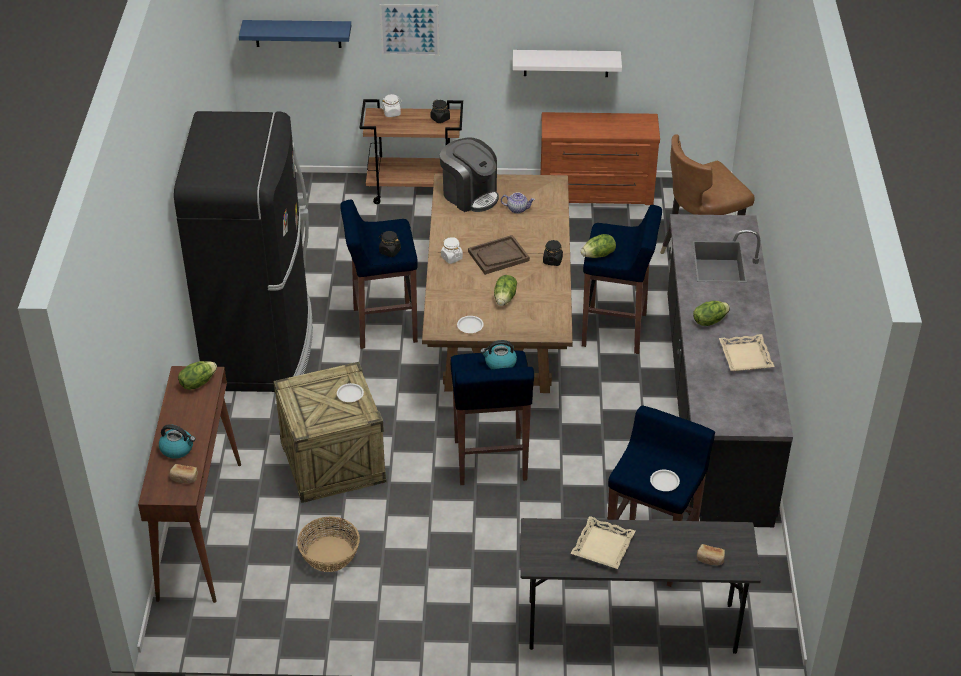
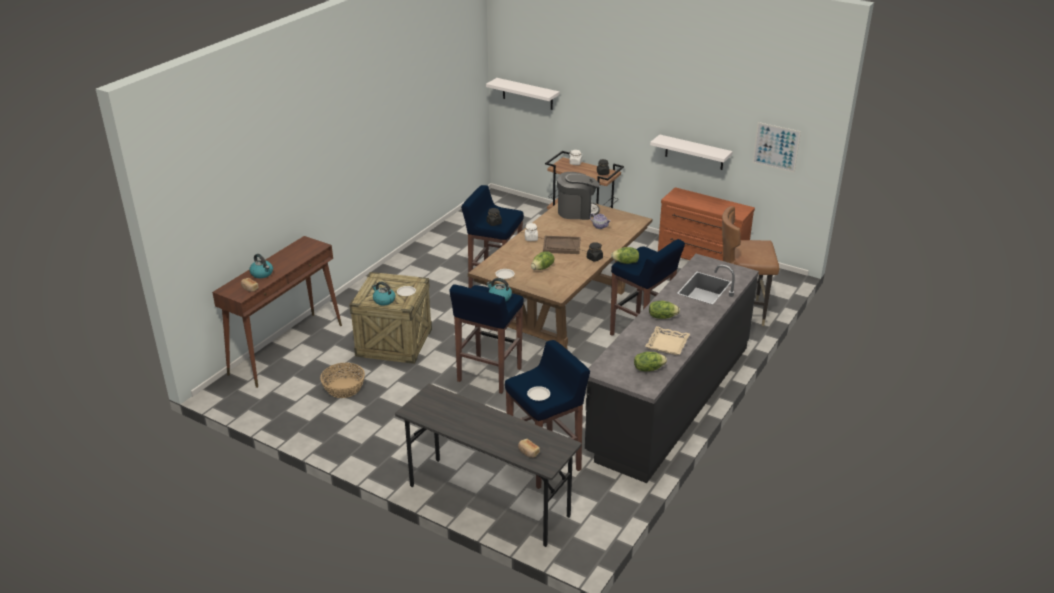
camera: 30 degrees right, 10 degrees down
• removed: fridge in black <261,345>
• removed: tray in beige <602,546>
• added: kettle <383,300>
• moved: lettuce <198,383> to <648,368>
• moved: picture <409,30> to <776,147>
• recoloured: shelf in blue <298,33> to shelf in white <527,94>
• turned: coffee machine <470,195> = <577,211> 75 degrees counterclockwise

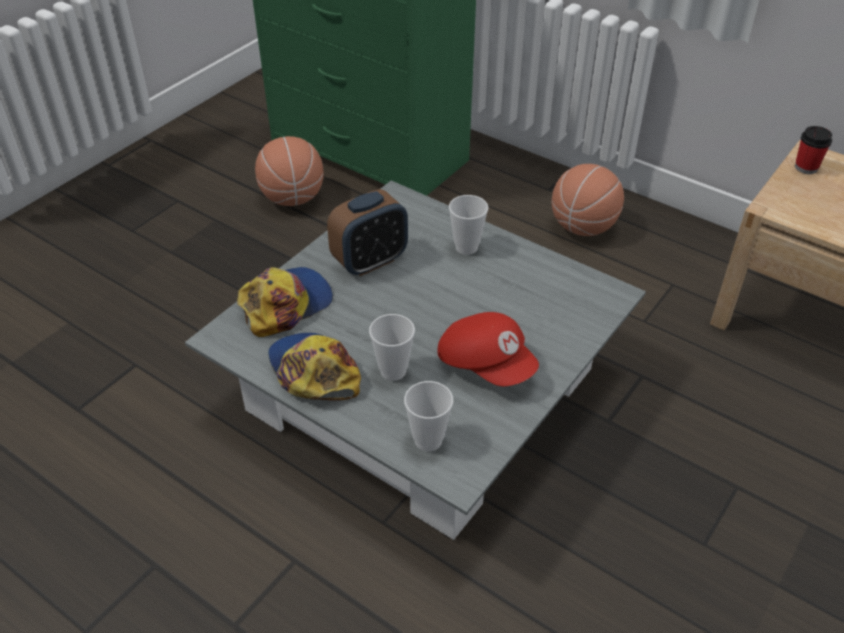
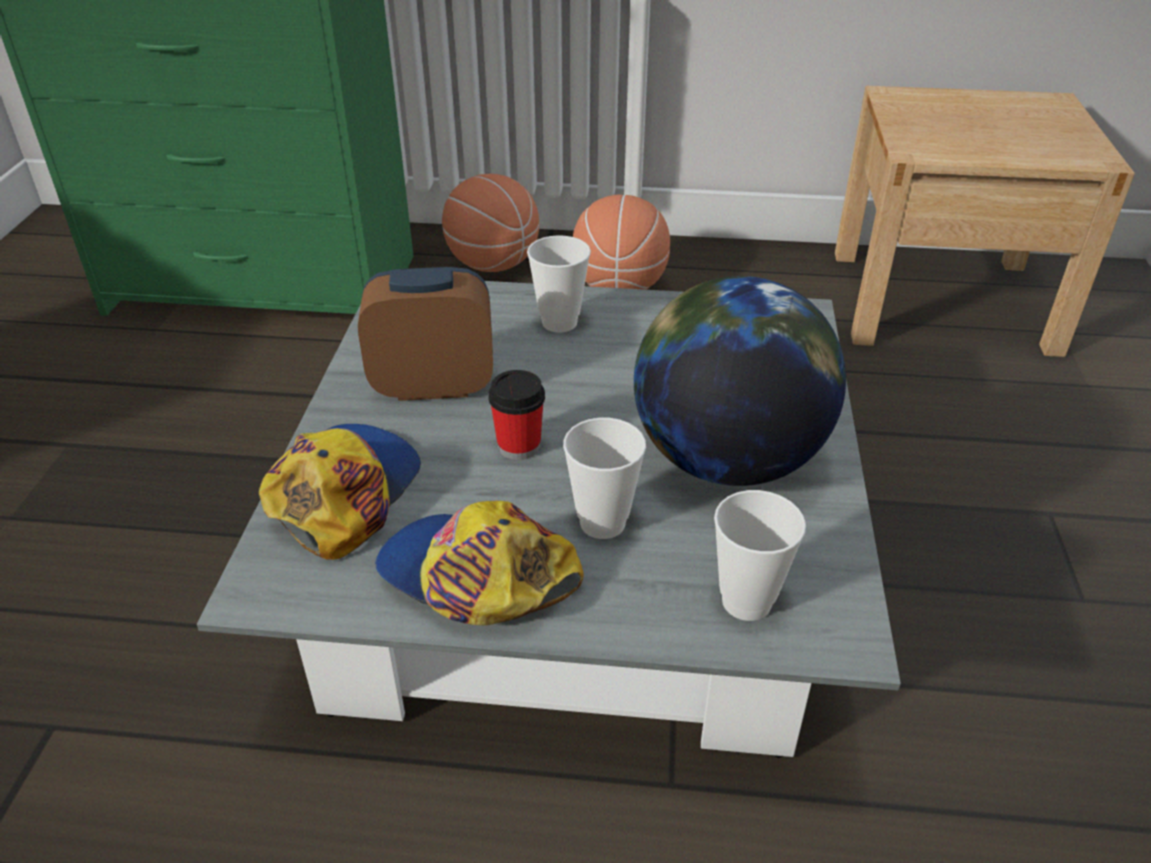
camera: 30 degrees left, 5 degrees down
• moved: basketball <292,198> to <492,264>
• moved: cup <806,167> to <519,446>
• replaced: cap in red <486,364> to globe <727,459>
• turned: alarm clock <370,261> = <433,385> 120 degrees counterclockwise

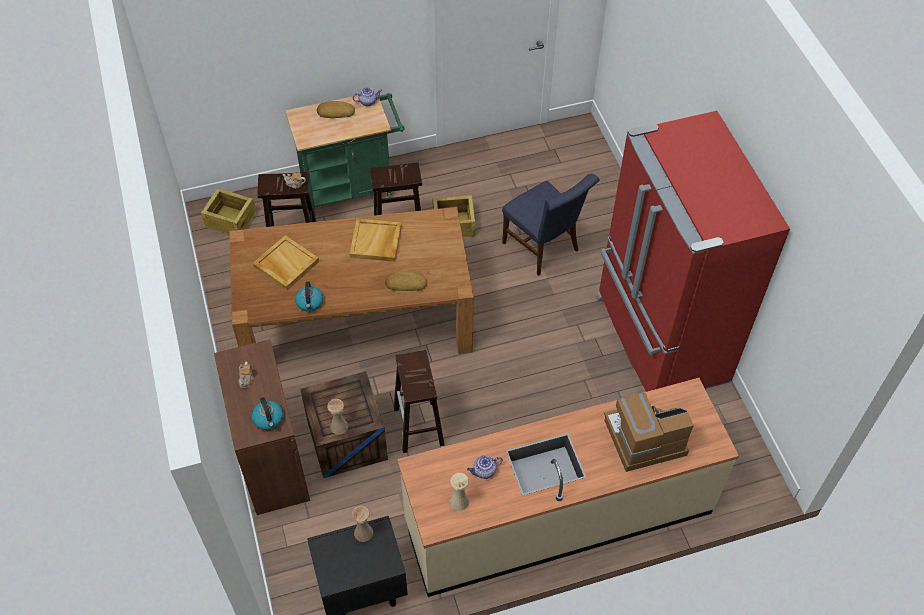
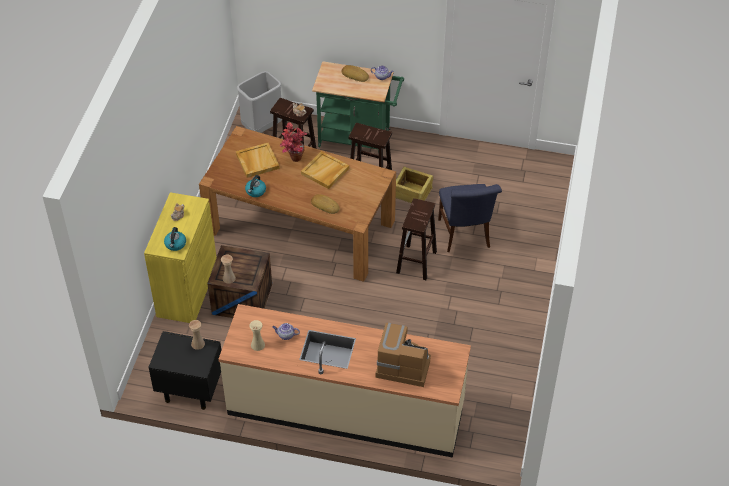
camera: 30 degrees right, 5 degrees down
• removed: fridge in red <658,340>
• added: potted plant <293,160>
• moved: stool in brown <419,427> to <416,263>
• replaced: crate <230,219> to trash can in grey <262,127>
• recoloured: cabinet in brown <272,461> to cabinet in yellow <187,290>

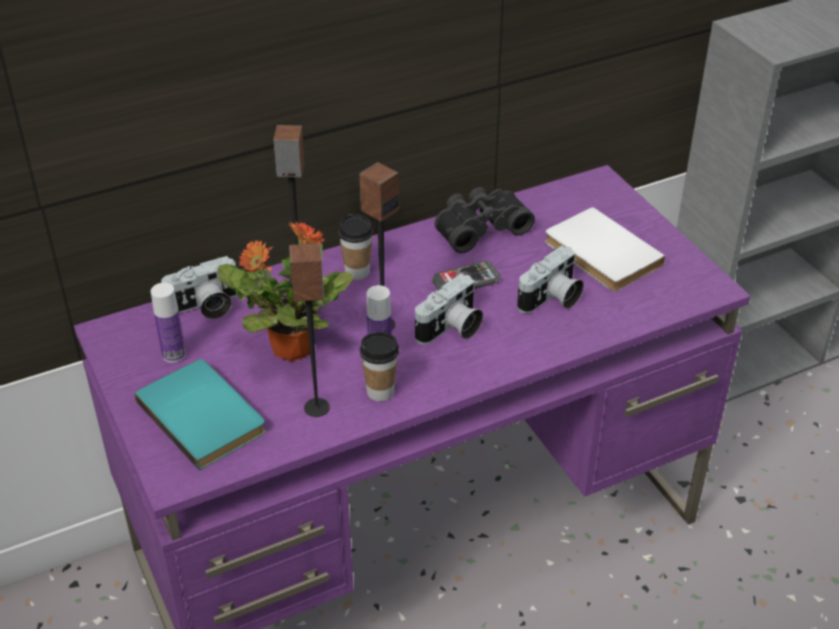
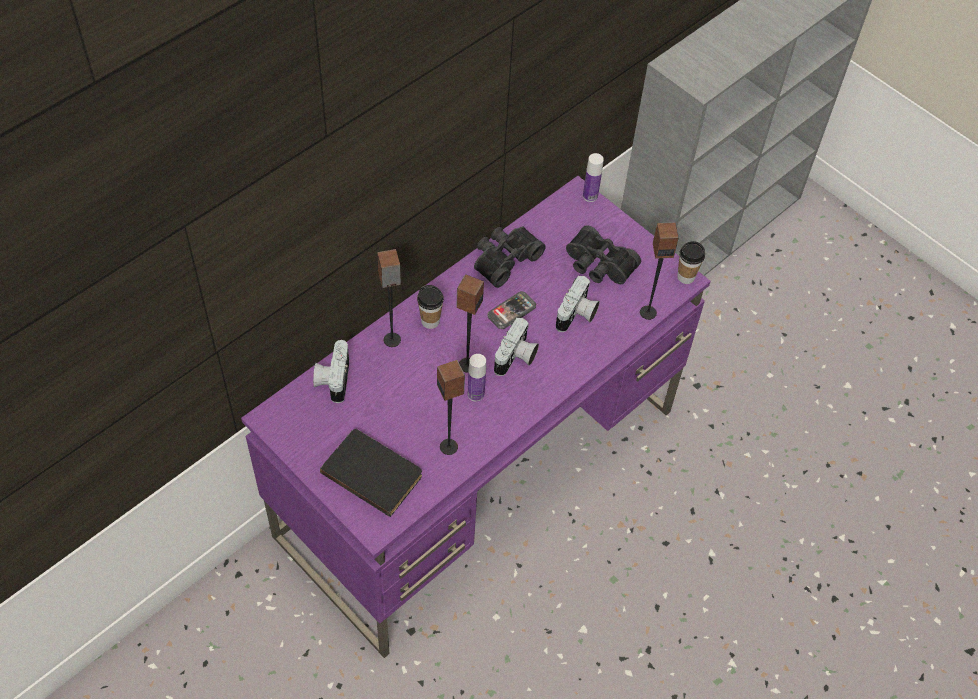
camera: 20 degrees left, 15 degrees up
• removed: potted plant <290,348>
• added: speaker <648,312>
• moved: bottle <174,354> to <590,196>
• moved: cup <380,392> to <686,277>
• replaced: book in white <599,254> to binoculars in black <598,266>
• recoloured: book in turquoise <205,415> to book in black <374,472>
• turned: photo camera <206,307> = <332,378> 135 degrees clockwise

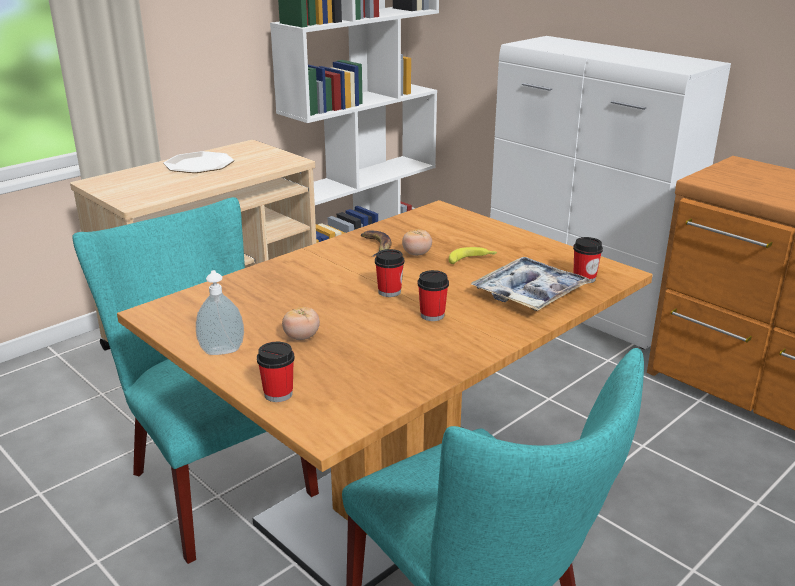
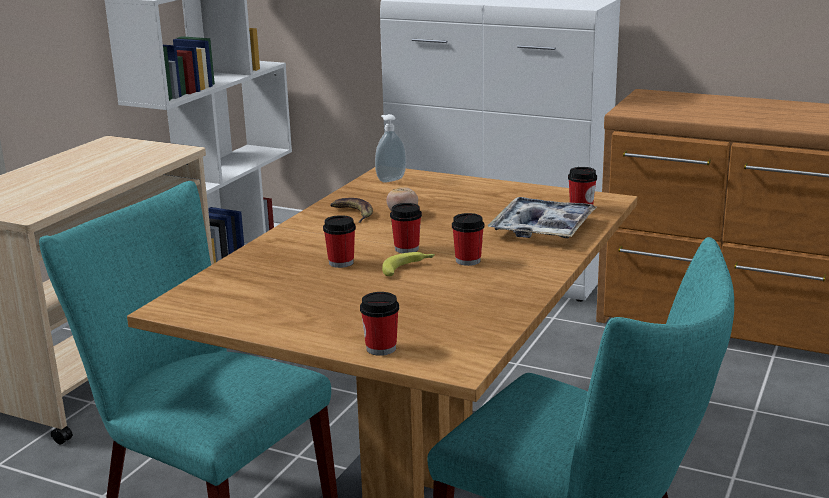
camera: 20 degrees left, 5 degrees down
• removed: plate <199,164>
• removed: tomato <301,337>
• added: cup <341,262>
• moved: soap dispenser <222,350> to <390,179>
• moved: banana <472,260> to <408,268>

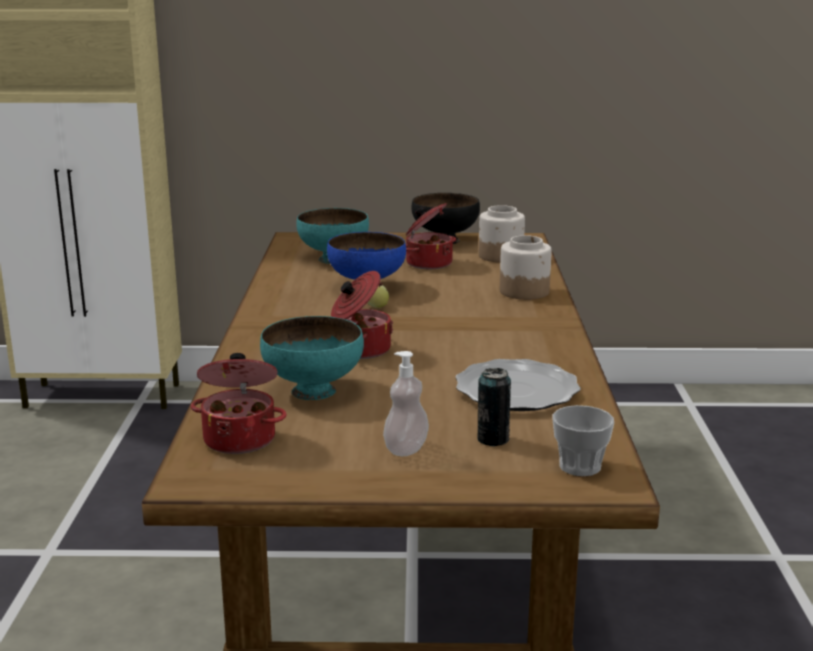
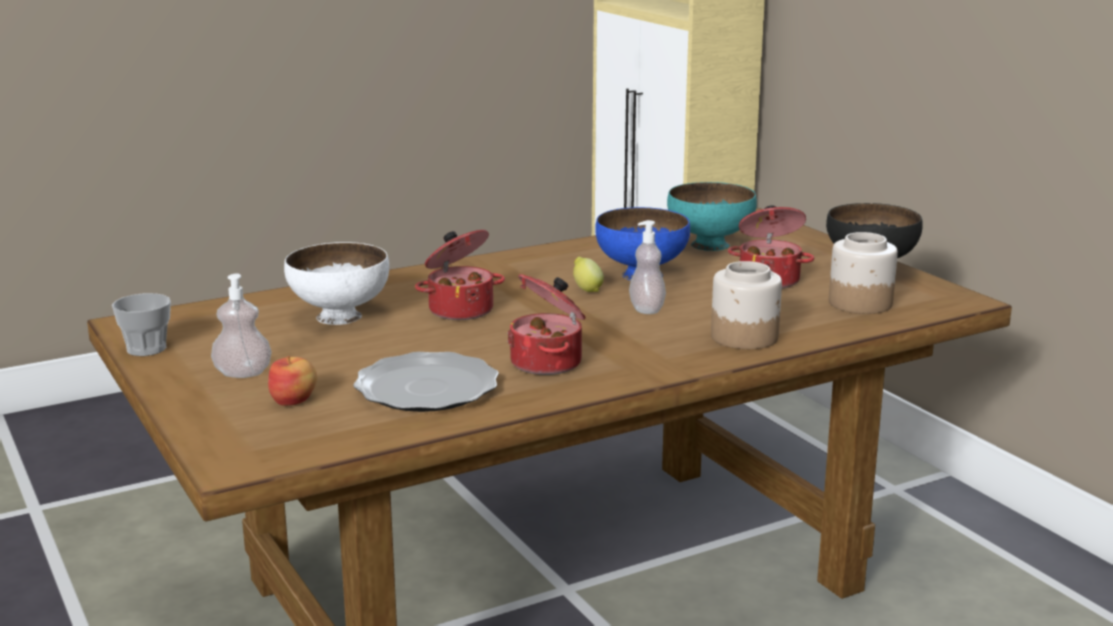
camera: 60 degrees right, 0 degrees up
• added: soap dispenser <646,309>
• moved: cooking pot <240,439> to <548,363>
• moved: cup <580,466> to <146,349>
• replaced: can <493,439> to apple <294,400>
• recoloured: bowl in turquoise <314,390> to bowl in white <340,317>

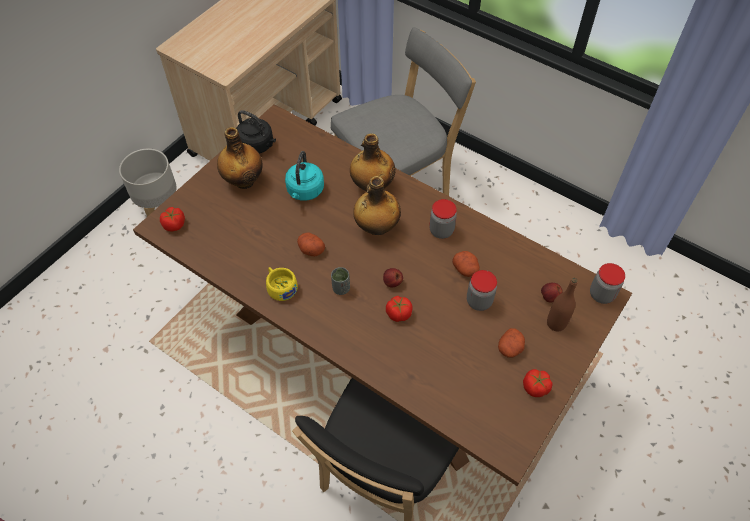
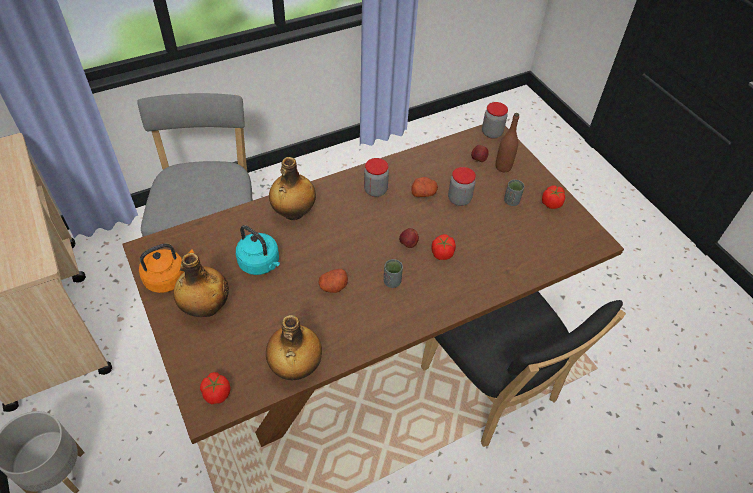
camera: 65 degrees left, 5 degrees down
• removed: cup in yellow <280,287>
• moved: bottle <376,227> to <295,368>
• replaced: potato <510,348> to cup in grey <511,201>
• recoloured: kettle in black <257,145> to kettle in orange <168,278>

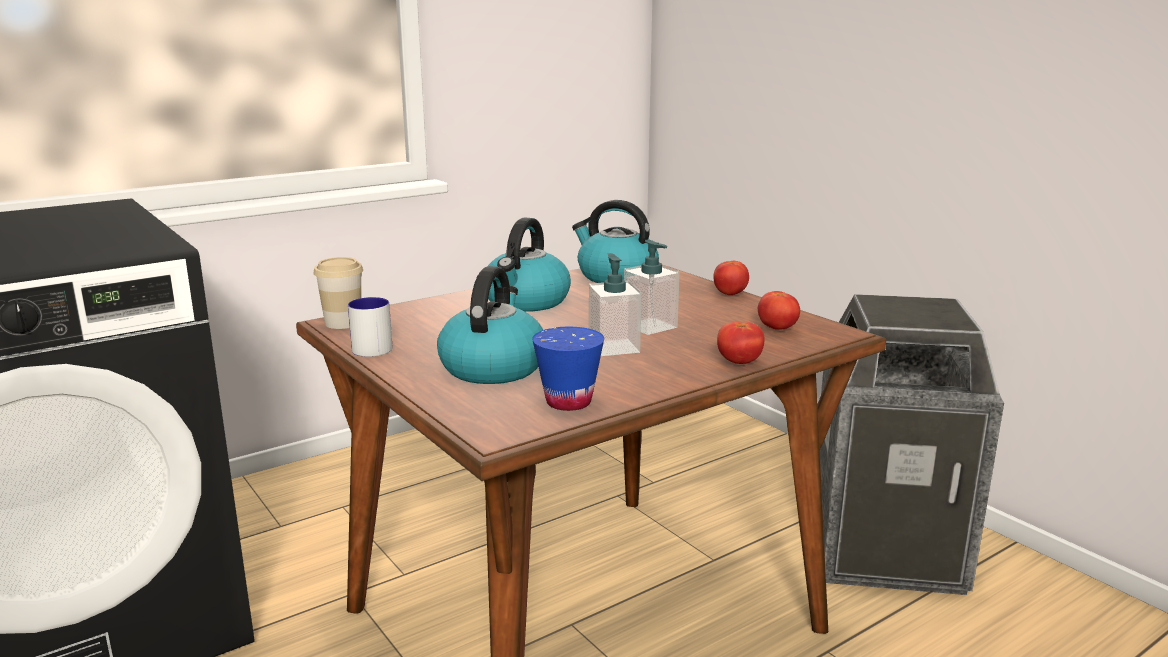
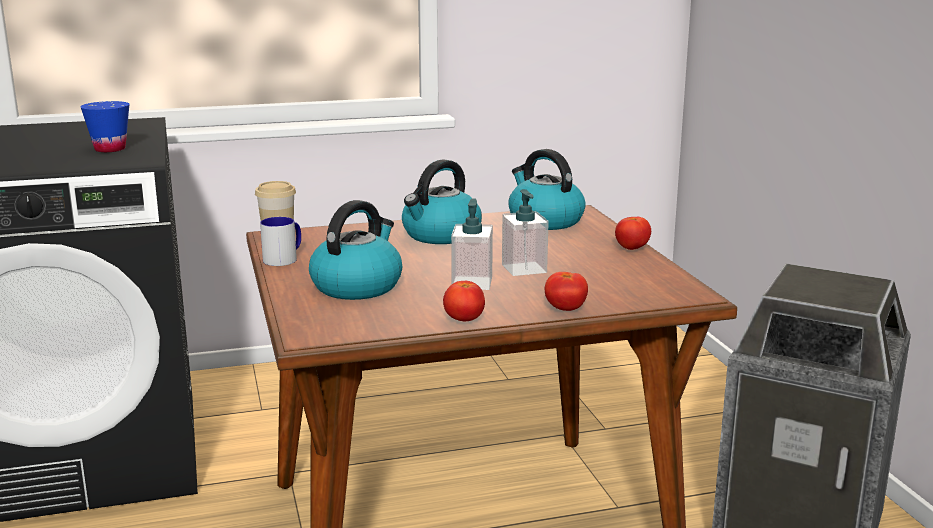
camera: 20 degrees right, 0 degrees up
• moved: cup in blue <568,402> to <110,149>
• moved: tomato <777,329> to <464,320>

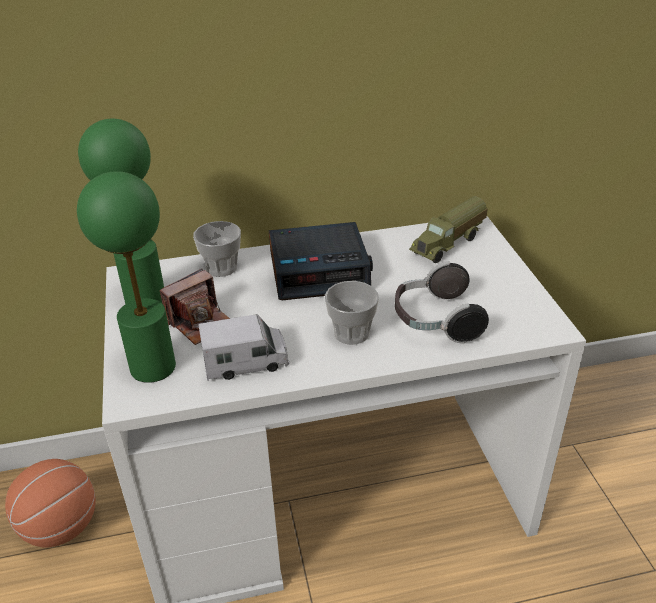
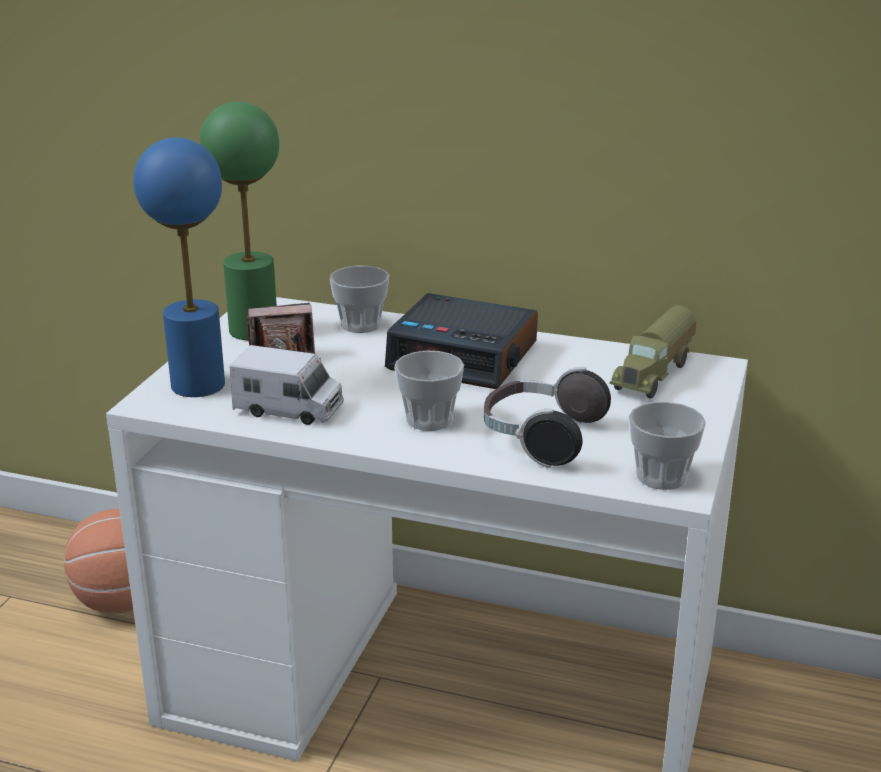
camera: 30 degrees right, 10 degrees down
• added: cup <661,476>
• recoloured: table lamp in green <153,366> to table lamp in blue <198,384>
• turned: toy truck <449,244> = <655,374> 45 degrees counterclockwise

